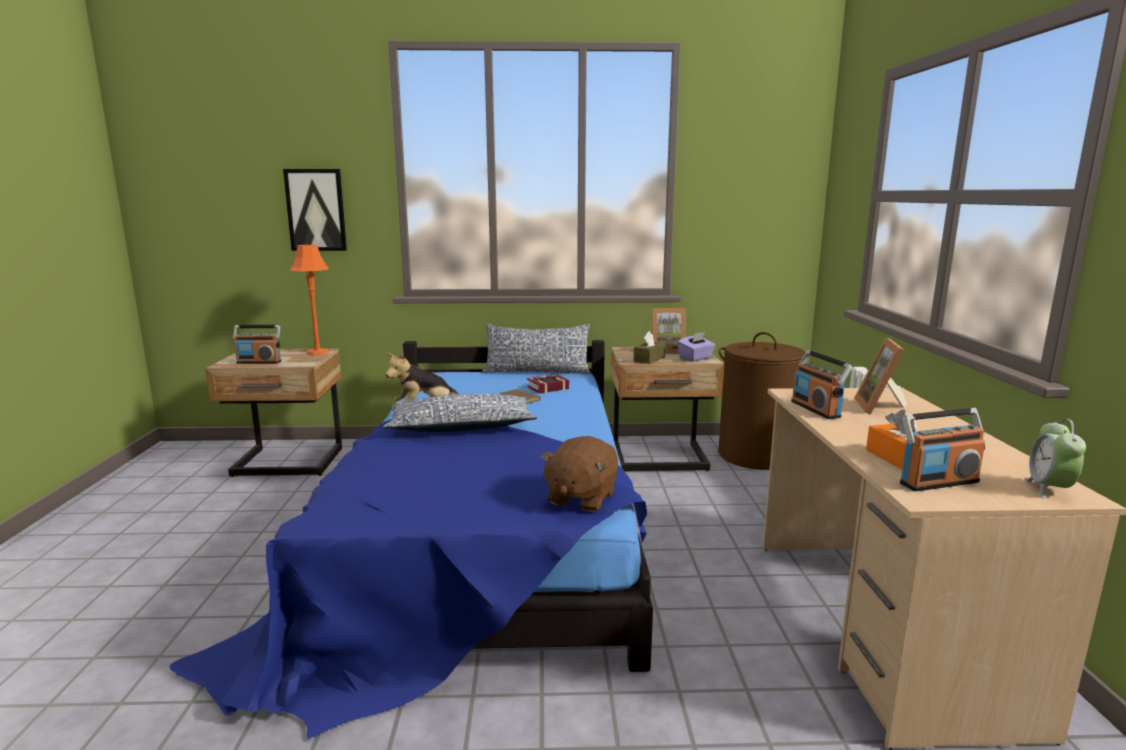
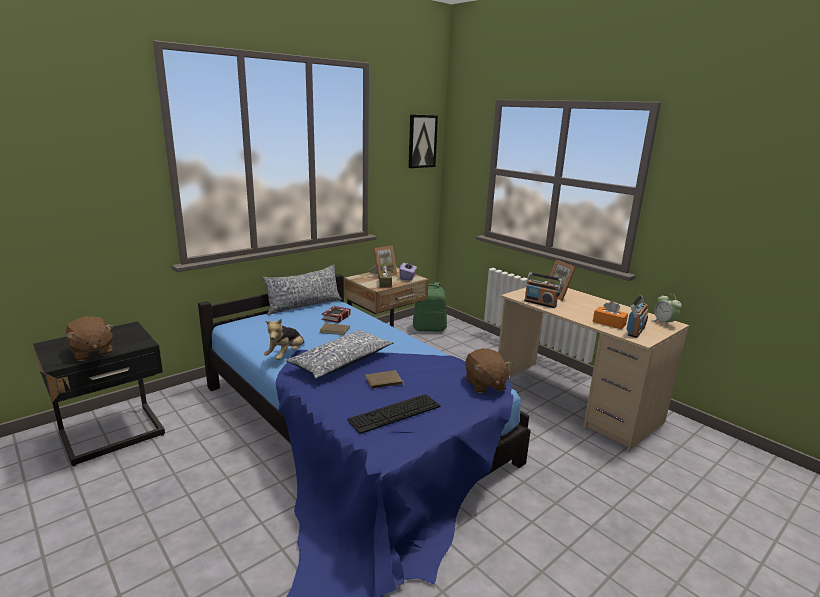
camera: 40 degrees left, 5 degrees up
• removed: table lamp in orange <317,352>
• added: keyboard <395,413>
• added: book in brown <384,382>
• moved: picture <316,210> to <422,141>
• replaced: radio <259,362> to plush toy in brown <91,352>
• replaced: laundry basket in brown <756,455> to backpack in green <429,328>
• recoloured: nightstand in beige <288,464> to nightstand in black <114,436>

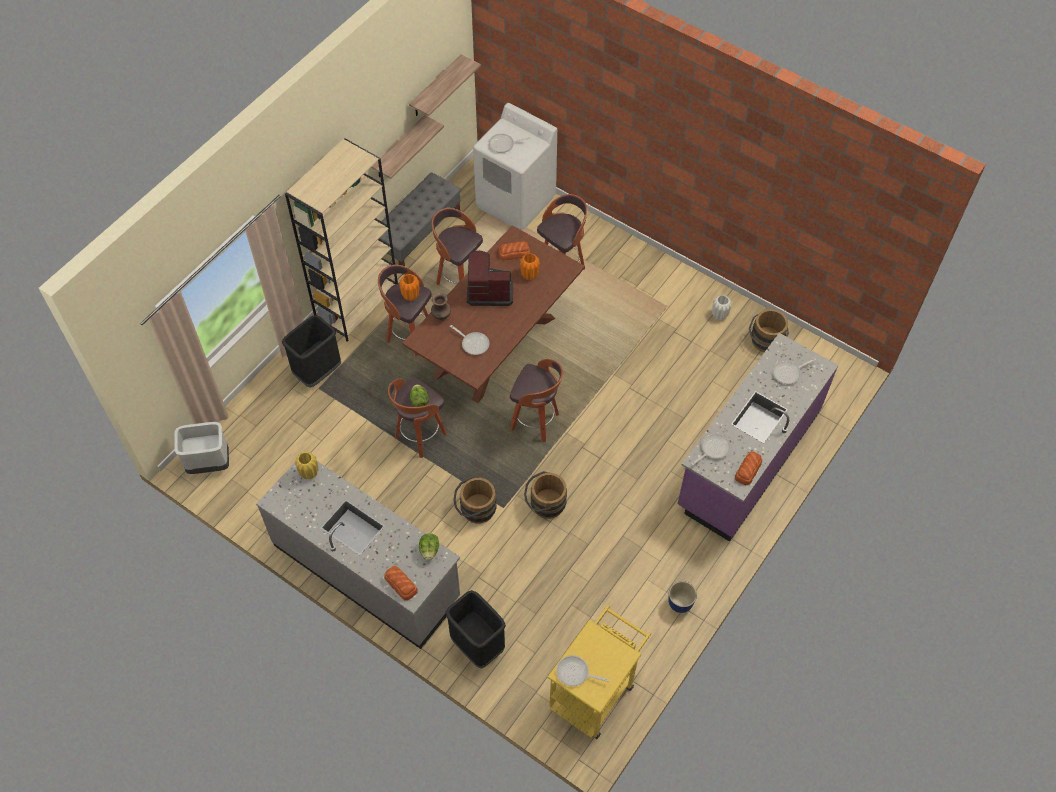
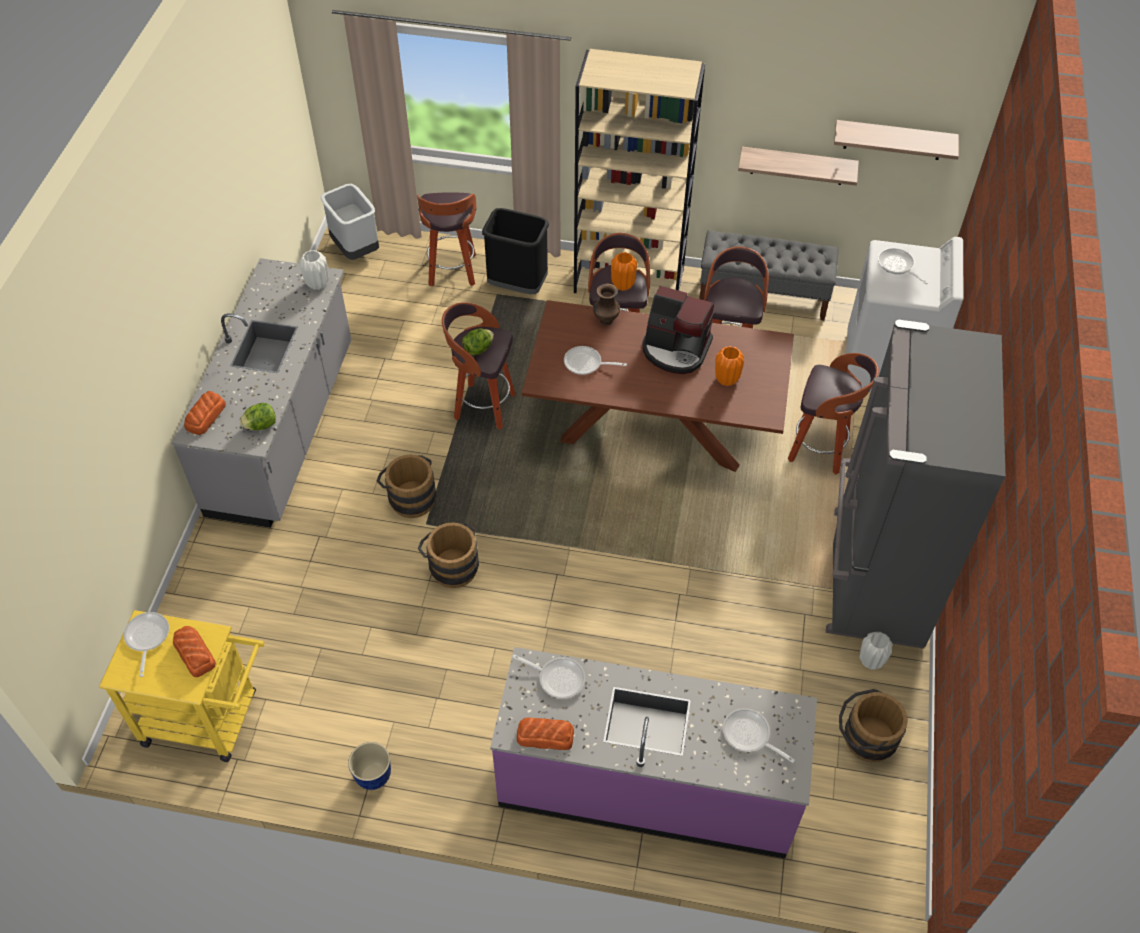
camera: 65 degrees right, 5 degrees down
• removed: trash can in black <477,645>
• added: fridge in grey <873,577>
• moved: bread <513,253> to <194,653>
• moved: stool <536,422> to <452,272>
• recoloured: vase in yellow <309,473> to vase in white <318,284>
• turned: frying pan <473,343> = <586,364> 90 degrees clockwise
• turned: coffee machine <489,290> = <675,349> 135 degrees clockwise

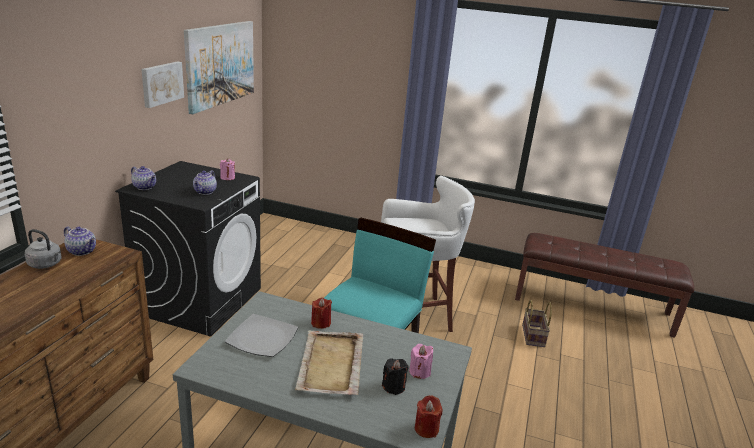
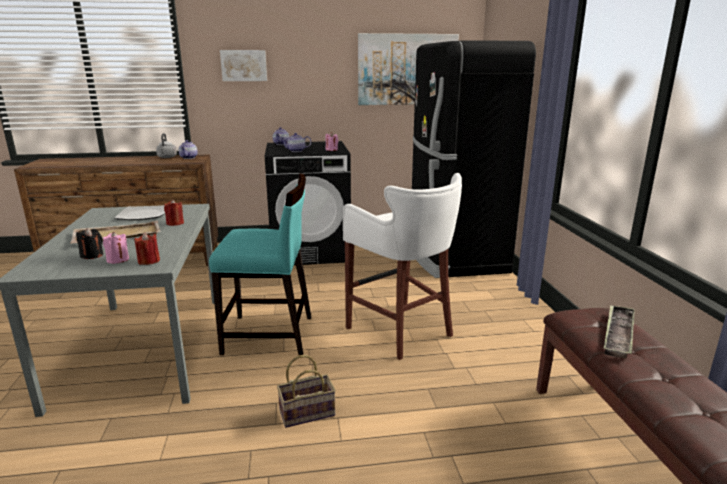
camera: 65 degrees right, 5 degrees down
• added: fridge in black <453,255>
• added: tray <618,334>
• moved: picture <161,83> to <244,65>
• moved: candle in red <426,429> to <149,261>
• moved: basket <532,335> to <308,412>

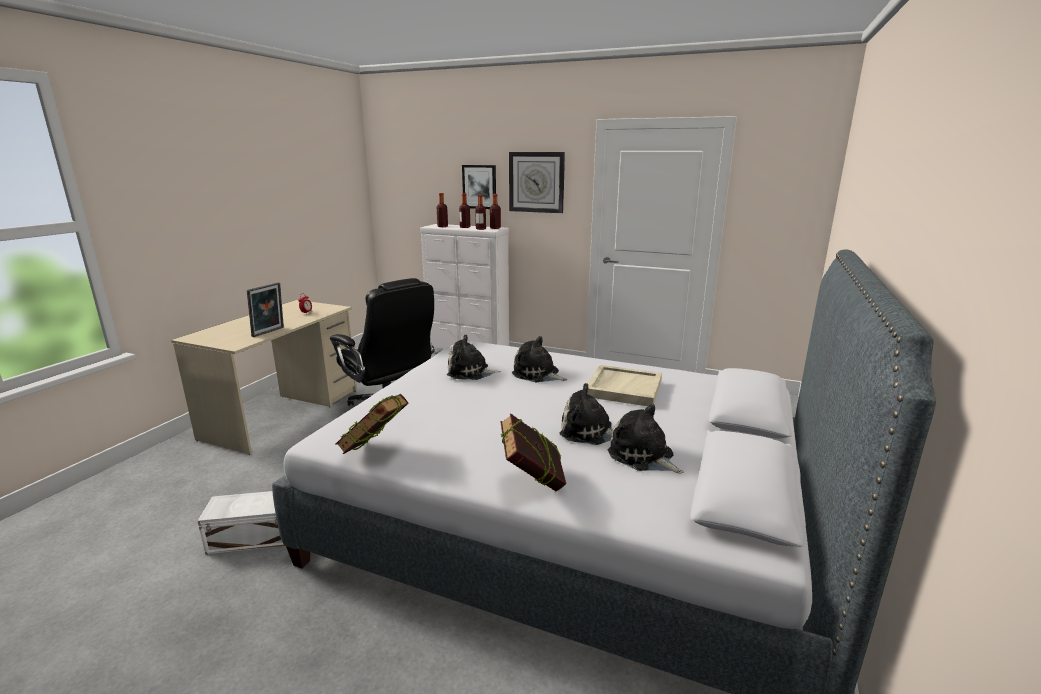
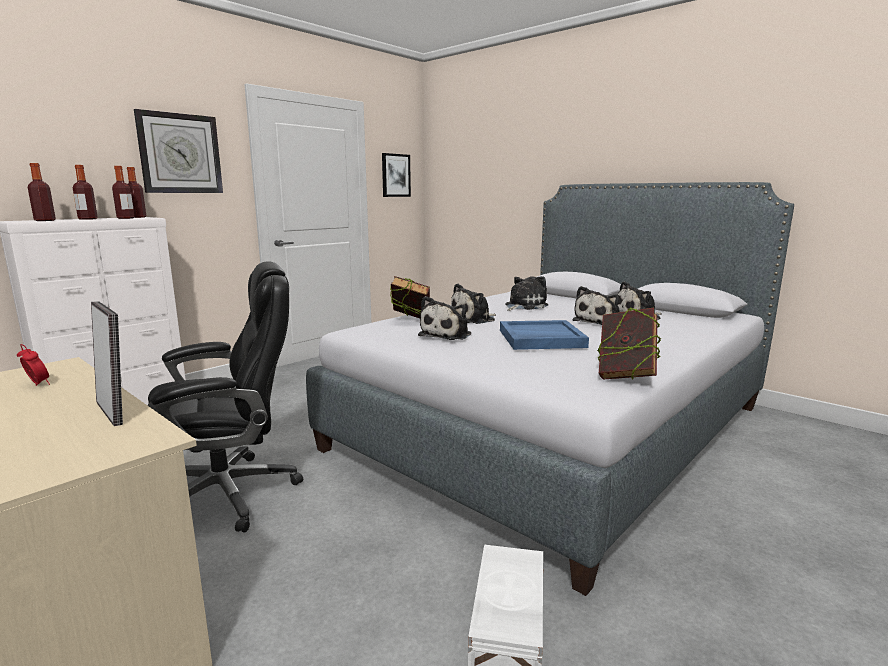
camera: 70 degrees left, 5 degrees down
• added: tray in blue <540,339>
• moved: picture <479,187> to <395,175>
• moved: book <532,483> to <411,323>
• replaced: tray in beige <623,388> to plush toy <524,306>

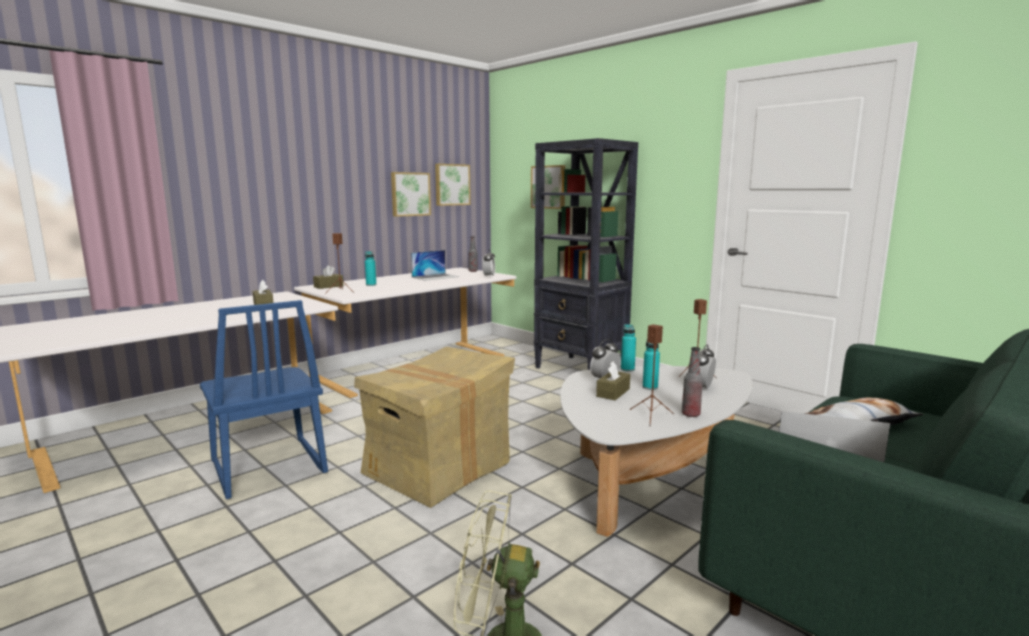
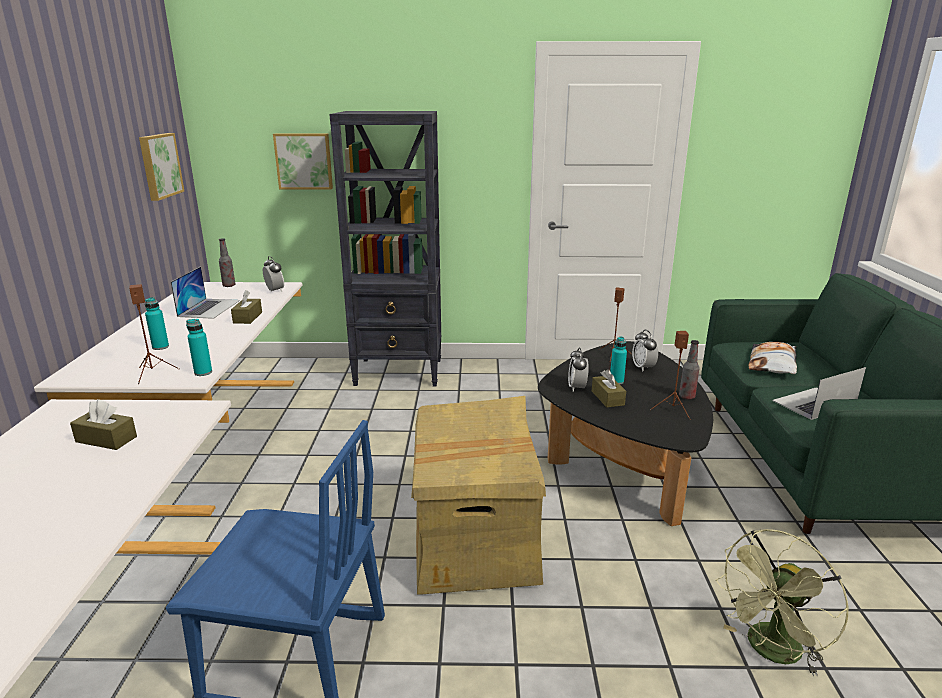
camera: 45 degrees left, 10 degrees up
• removed: picture <410,194>
• moved: tissue box in brown <328,286> to <248,317>
• moved: bottle in turquoise <627,369> to <203,372>
• recoloured: coffee table in white <649,477> to coffee table in black <621,459>

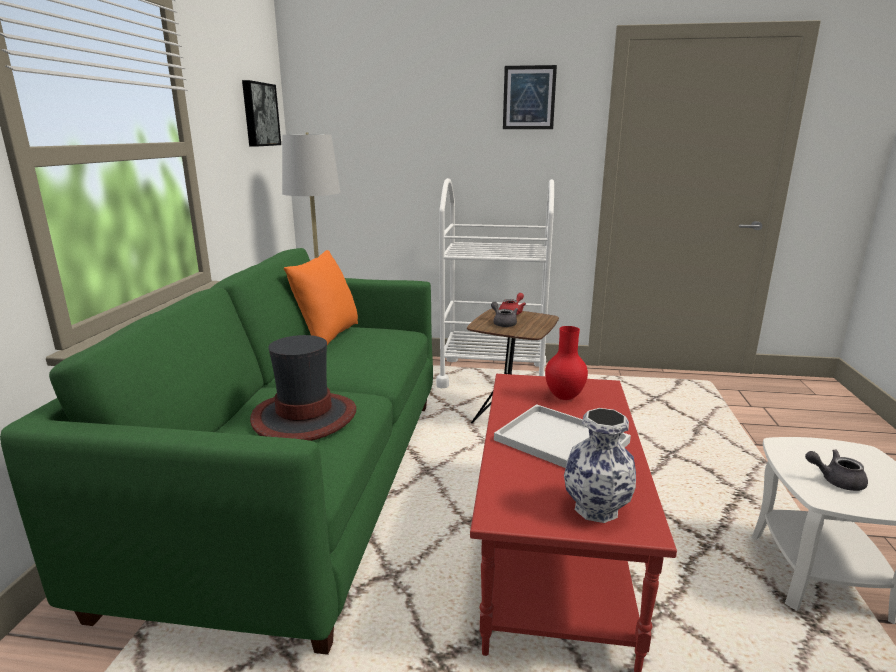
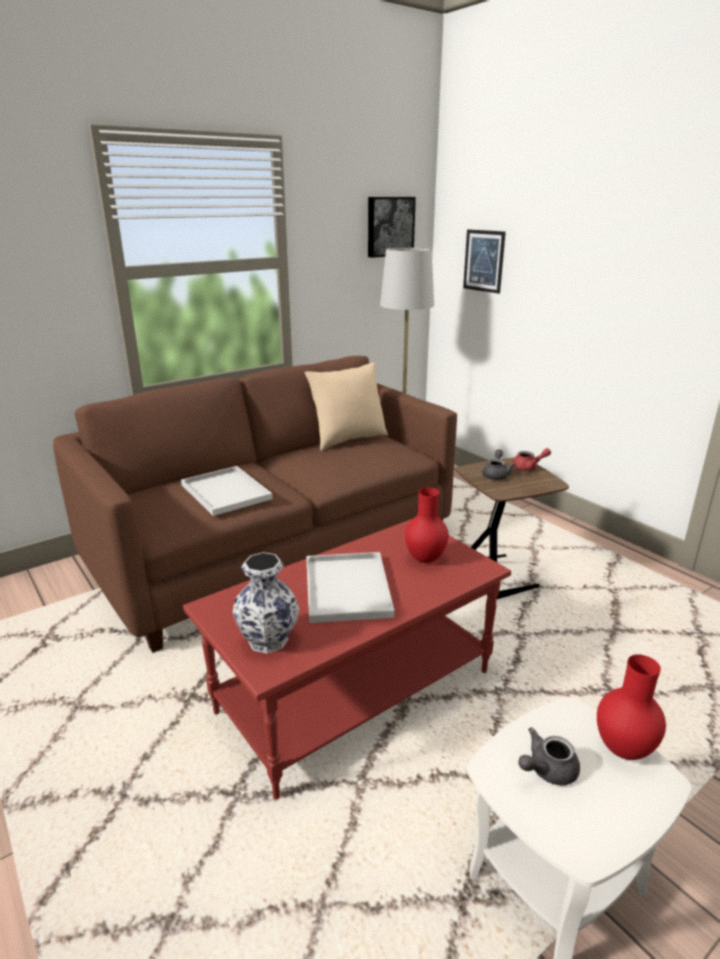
camera: 45 degrees right, 5 degrees up
• removed: cart in white <493,375>
• added: vase in red <621,749>
• moved: picture <529,98> to <483,261>
• replaced: hat <304,417> to tray in white <224,491>
• recoloured: sofa in green <301,486> to sofa in brown <275,551>
• recoloured: pillow in orange <327,337> to pillow in beige <348,440>
• turned: teapot in grey <835,480> = <546,770> 90 degrees counterclockwise

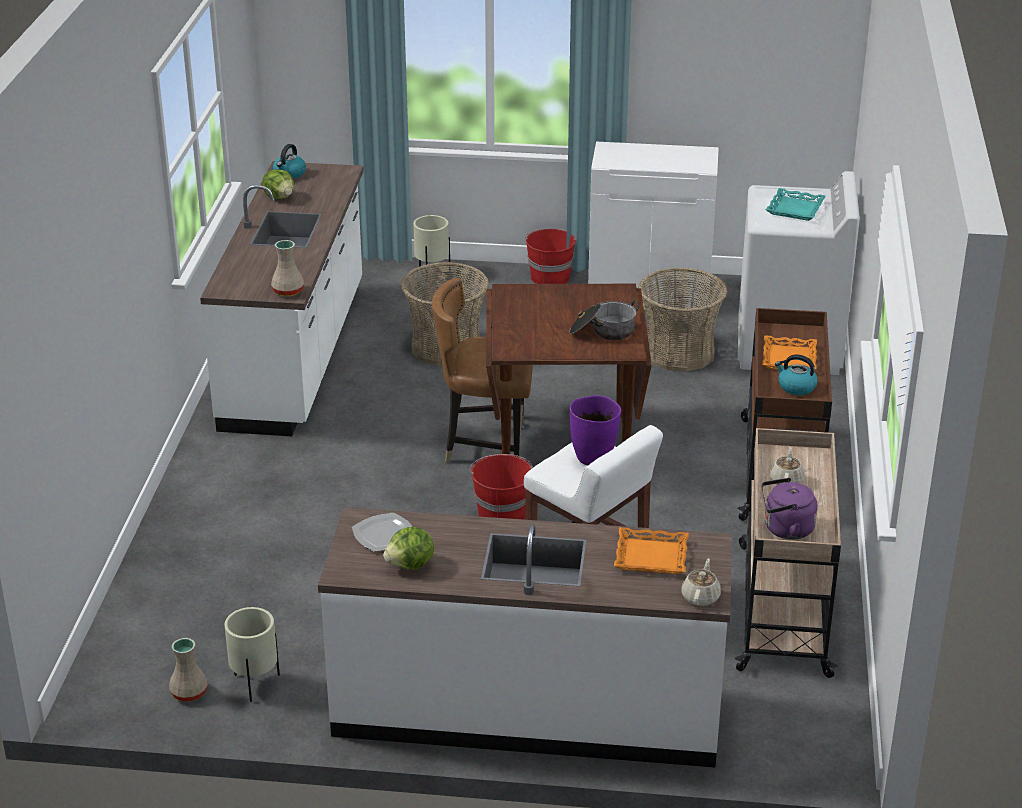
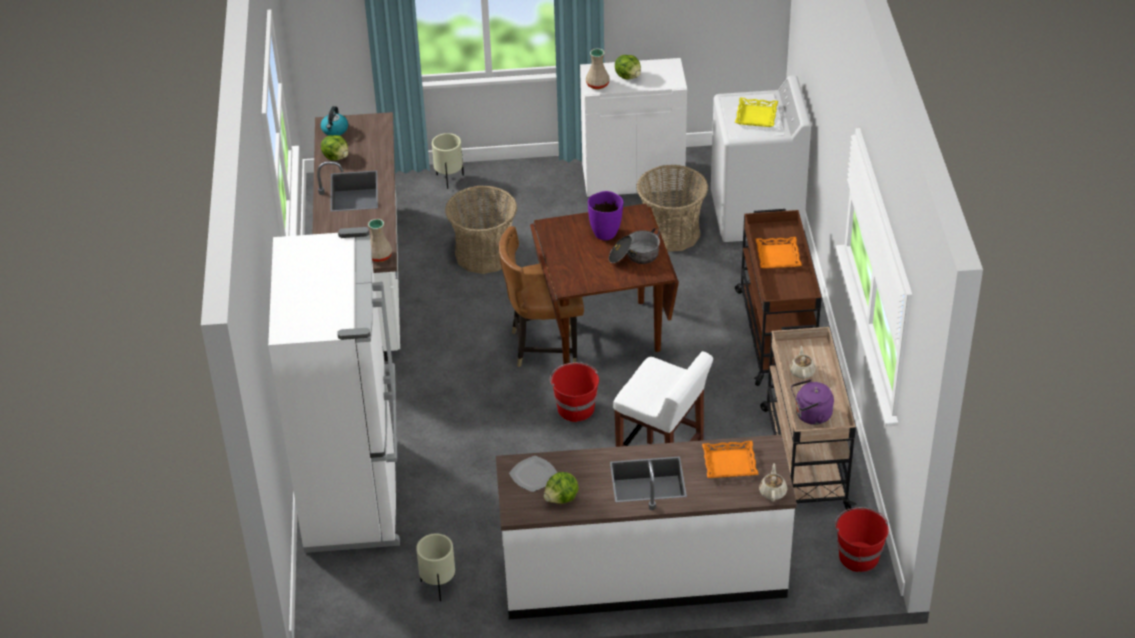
camera: 10 degrees left, 10 degrees up
• removed: kettle <796,387>
• added: fridge in white <354,494>
• added: lettuce <628,76>
• moved: vase in beige <188,693> to <597,84>
• moved: bucket in red <550,277> to <858,555>
• moved: vase in purple <593,457> to <605,233>
• recoloured: tray in turquoise <795,209> to tray in yellow <756,116>

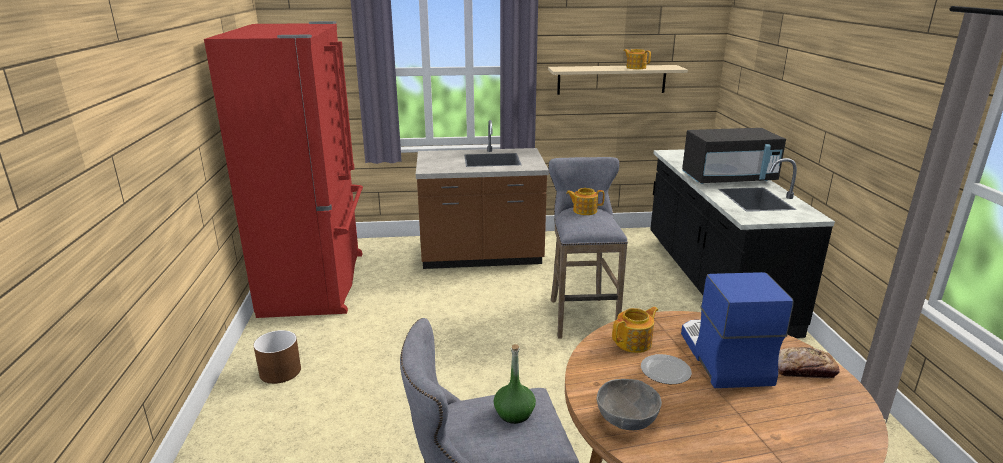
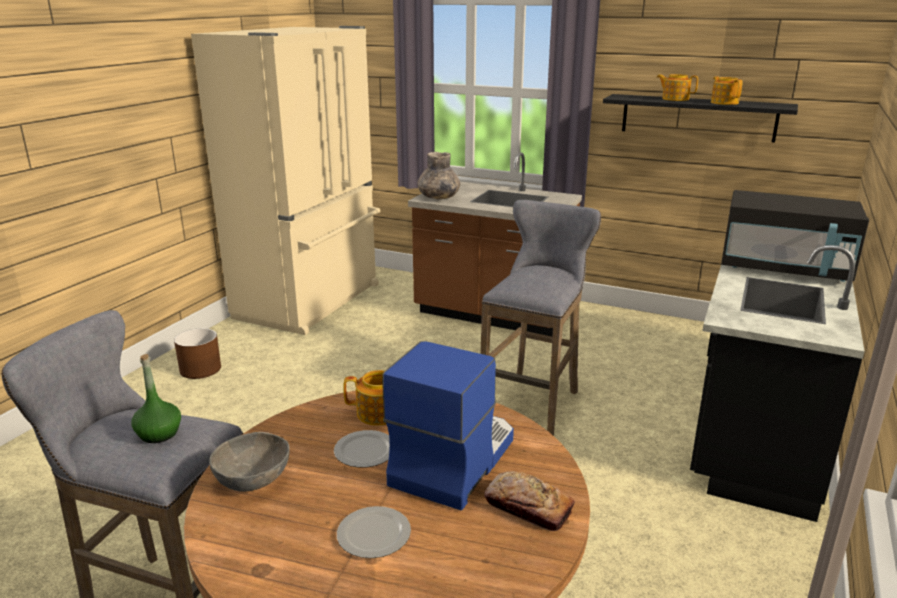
camera: 30 degrees right, 0 degrees up
• added: plate <372,535>
• added: vase in grey <438,197>
• moved: teapot <584,210> to <675,99>
• recoloured: fridge in red <317,283> to fridge in beige <312,301>
• recoloured: shelf in beige <611,79> to shelf in black <698,117>

